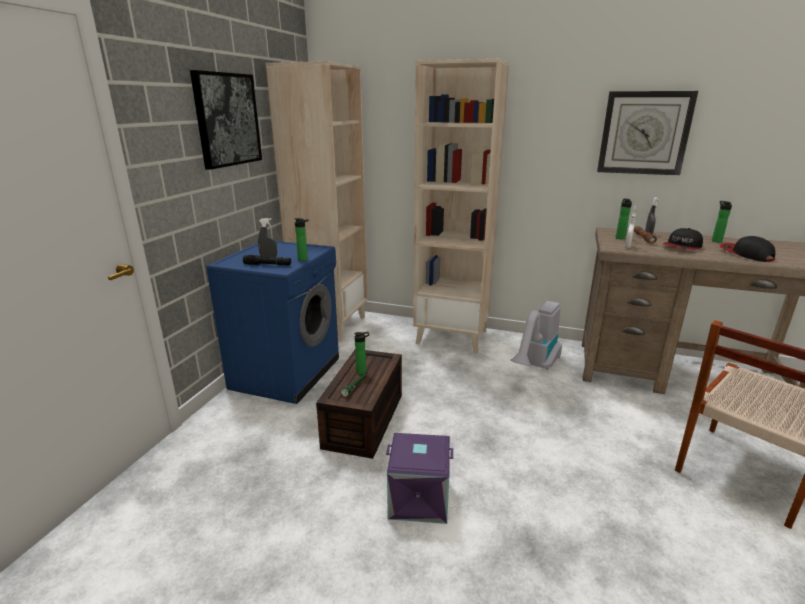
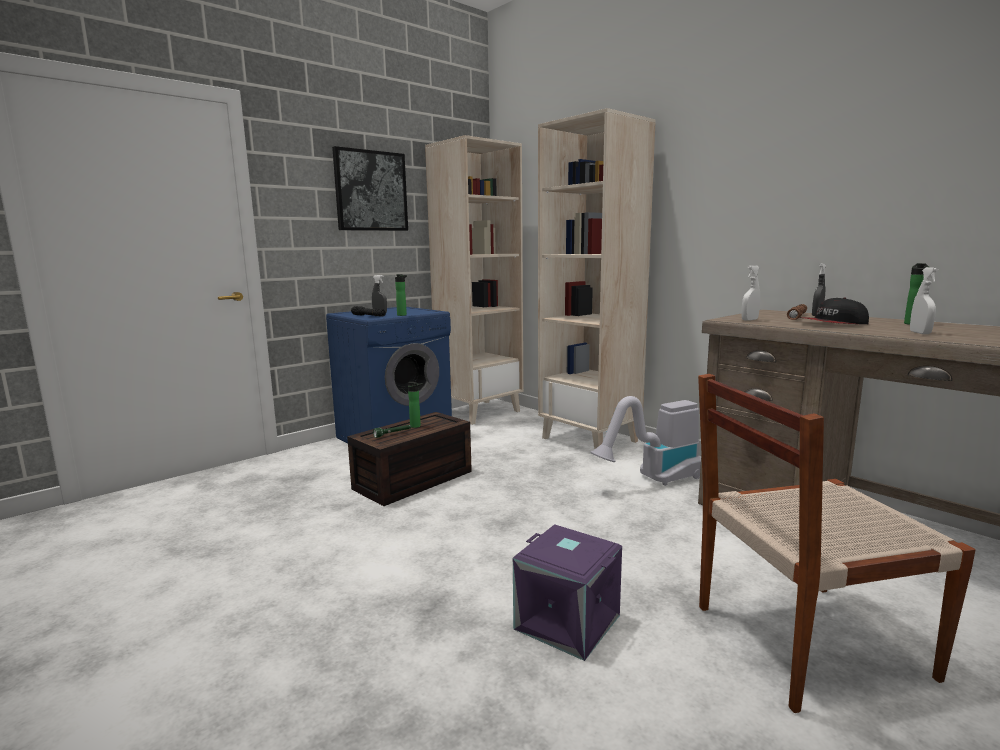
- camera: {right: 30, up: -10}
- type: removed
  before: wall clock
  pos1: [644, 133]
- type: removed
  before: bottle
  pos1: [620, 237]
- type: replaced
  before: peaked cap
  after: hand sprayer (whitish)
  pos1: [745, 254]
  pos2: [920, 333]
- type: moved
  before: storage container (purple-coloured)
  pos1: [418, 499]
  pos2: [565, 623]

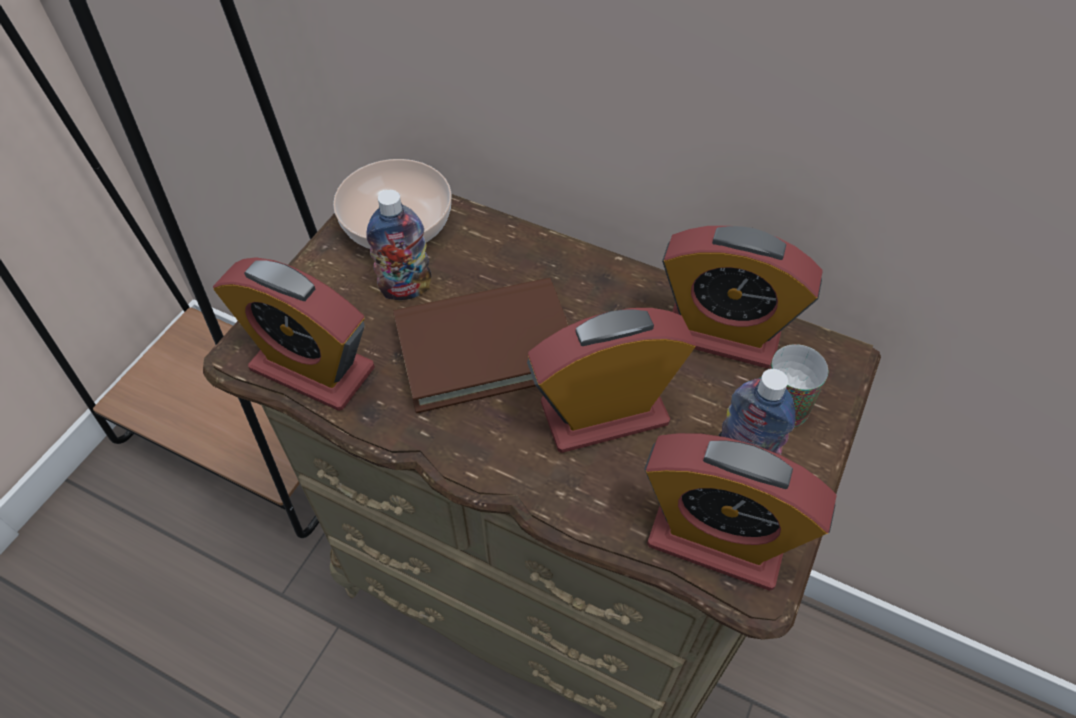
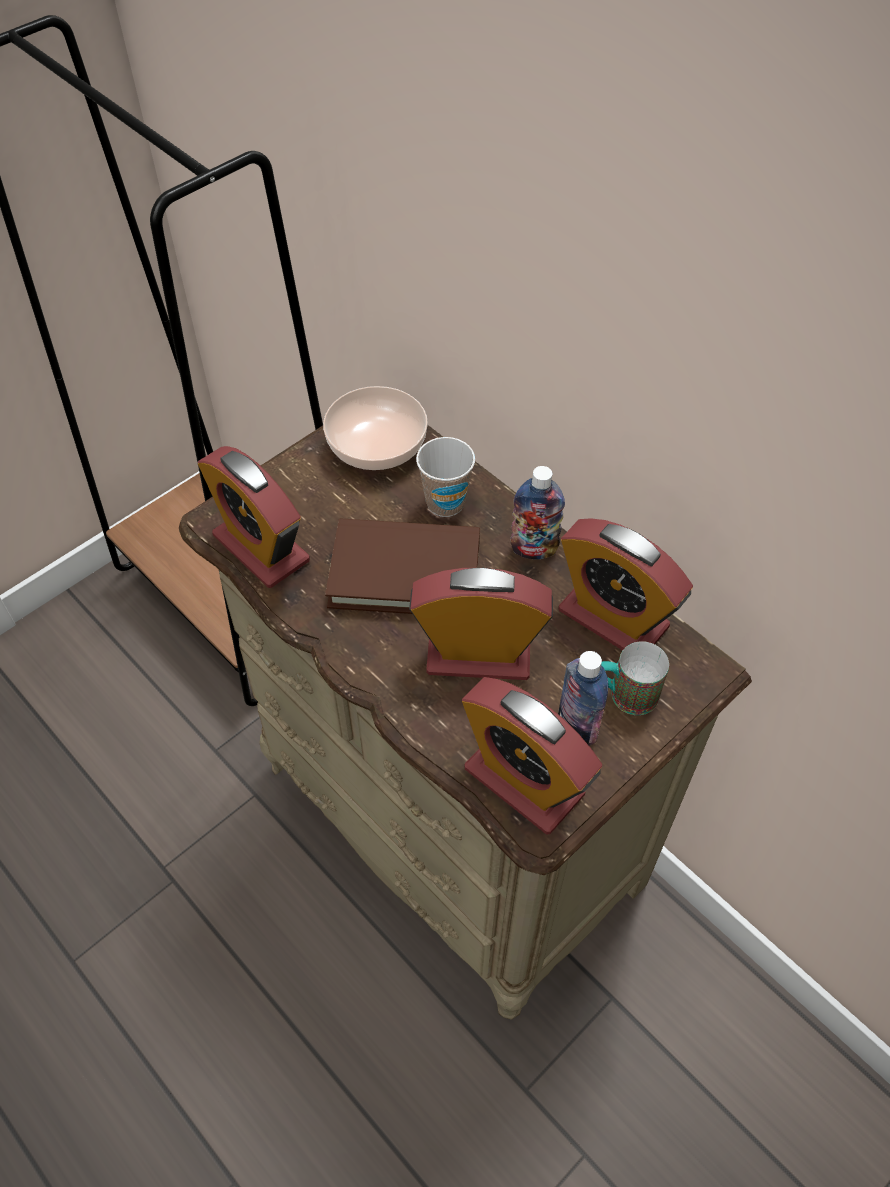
- camera: {right: 20, up: 0}
- type: moved
  before: bottle
  pos1: [406, 289]
  pos2: [534, 549]
- type: added
  after: drinking cup
  pos2: [445, 502]

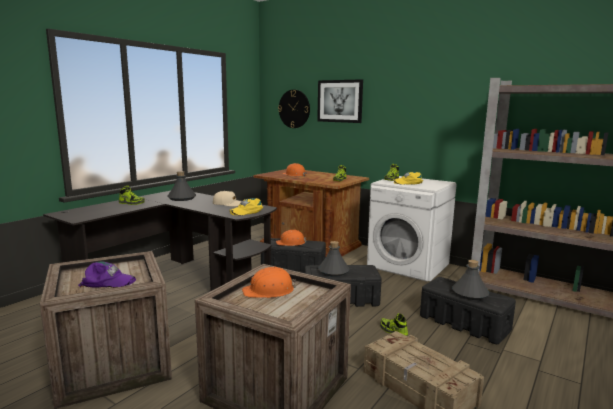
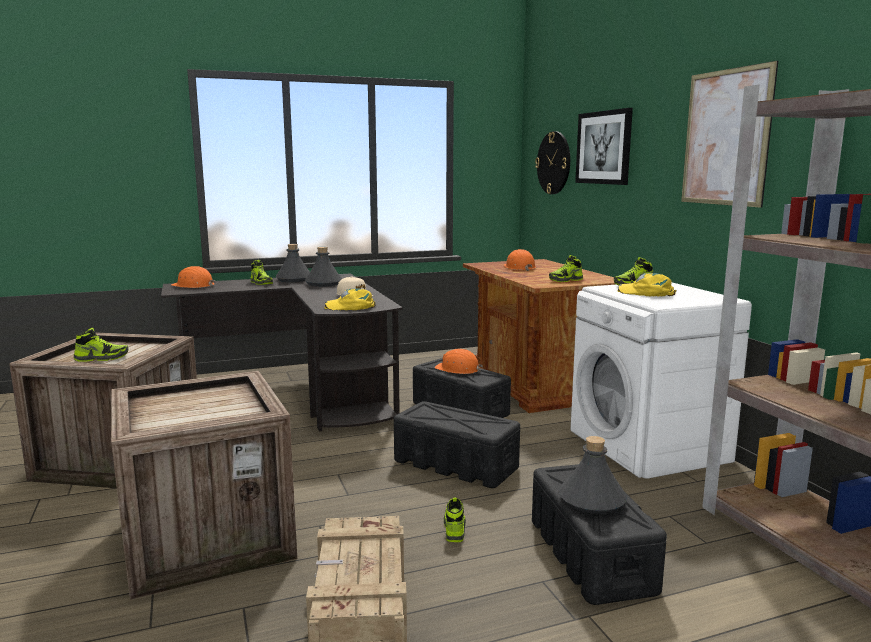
- camera: {right: 35, up: 0}
- type: moved
  before: bottle (grey)
  pos1: [333, 271]
  pos2: [294, 279]
- type: replaced
  before: peaked cap (purple-coloured)
  after: shoe
  pos1: [108, 282]
  pos2: [102, 358]
- type: moved
  before: work helmet (orange)
  pos1: [269, 291]
  pos2: [193, 285]
- type: added
  after: wall picture
  pos2: [725, 138]

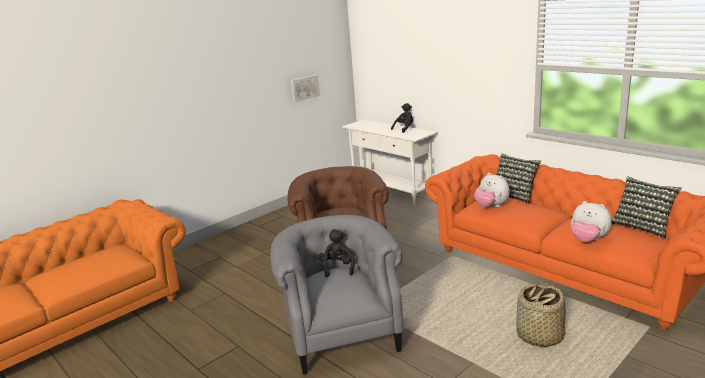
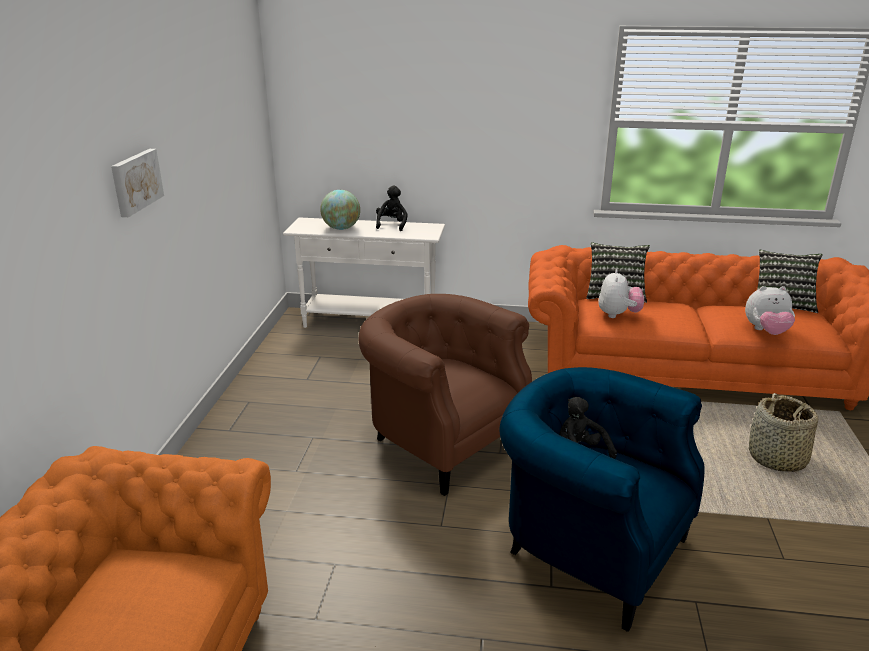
- camera: {right: -40, up: 5}
- type: moved
  before: wall picture
  pos1: [304, 88]
  pos2: [135, 181]
- type: turned
  before: plush toy
  pos1: [491, 206]
  pos2: [618, 315]
  turn: -90
- type: recoloured
  before: armchair (grey)
  after: armchair (bluish)
  pos1: [341, 333]
  pos2: [588, 548]
- type: added
  after: globe
  pos2: [341, 228]

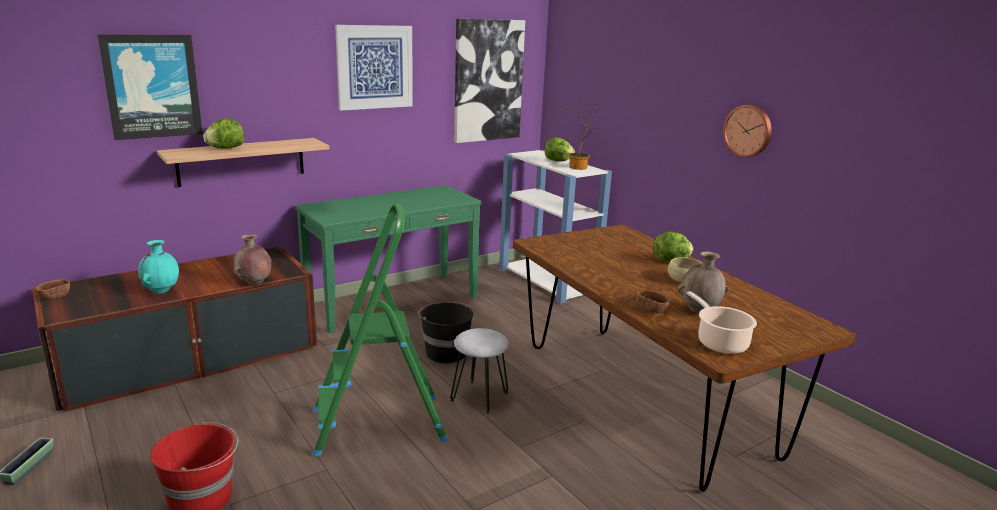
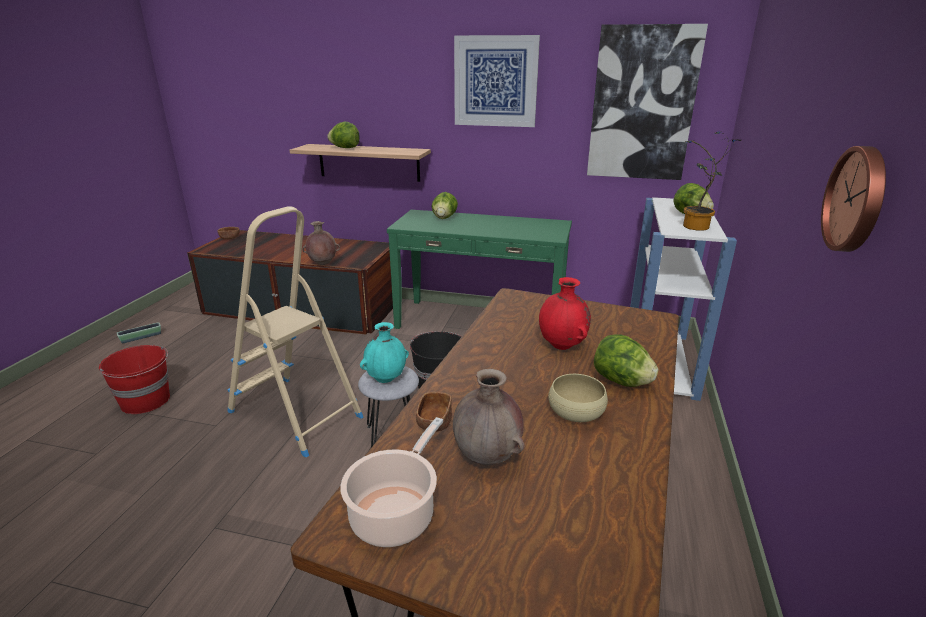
- camera: {right: 50, up: 5}
- type: removed
  before: wall picture
  pos1: [152, 86]
- type: recoloured
  before: step ladder (green-coloured)
  after: step ladder (sand-coloured)
  pos1: [377, 425]
  pos2: [293, 413]
- type: moved
  before: flower vase (blue-green)
  pos1: [161, 291]
  pos2: [386, 379]
- type: added
  after: lettuce
  pos2: [444, 218]
- type: added
  after: flower vase (red)
  pos2: [562, 346]

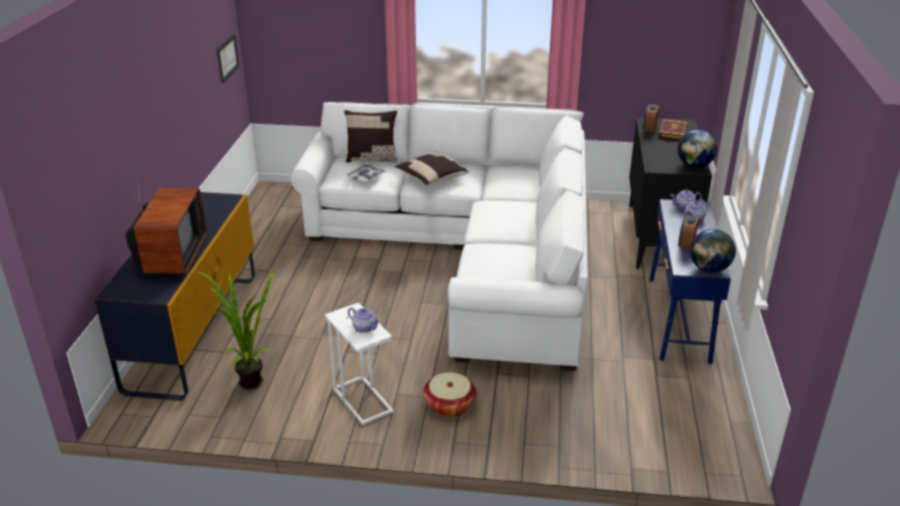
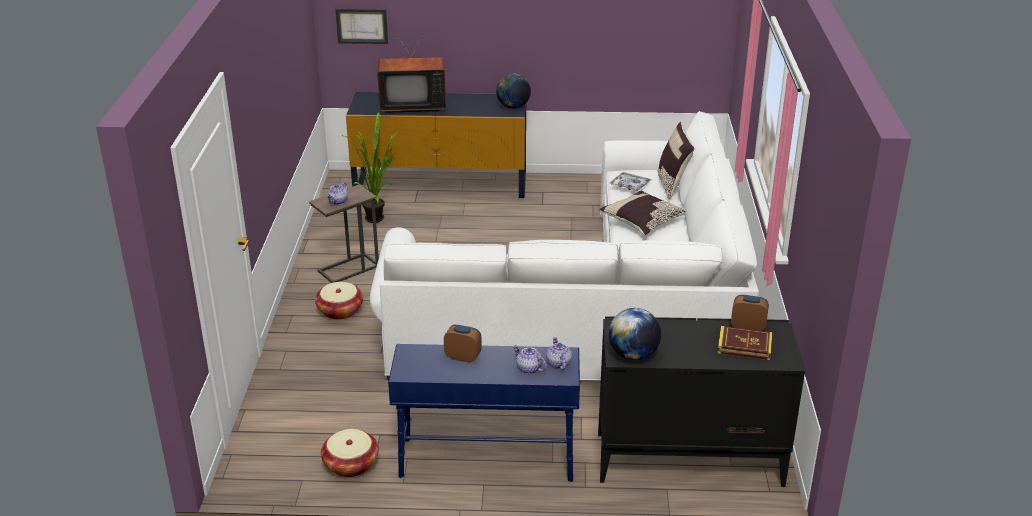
- camera: {right: 85, up: 0}
- type: moved
  before: wall picture
  pos1: [227, 58]
  pos2: [362, 26]
- type: moved
  before: globe
  pos1: [709, 269]
  pos2: [513, 107]
- type: recoloured
  before: accent table (whitish)
  after: accent table (brown)
  pos1: [362, 400]
  pos2: [349, 268]
- type: added
  after: household basket
  pos2: [351, 464]

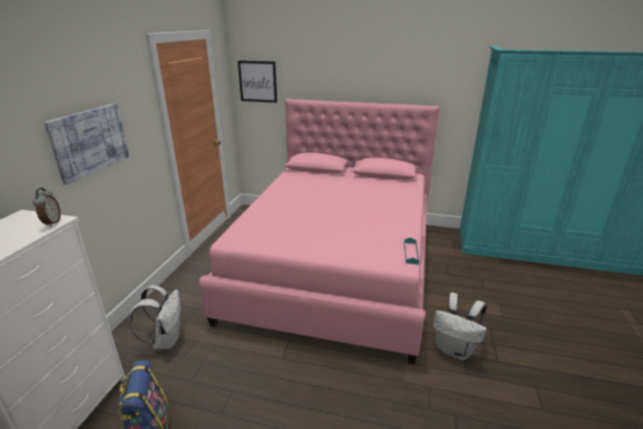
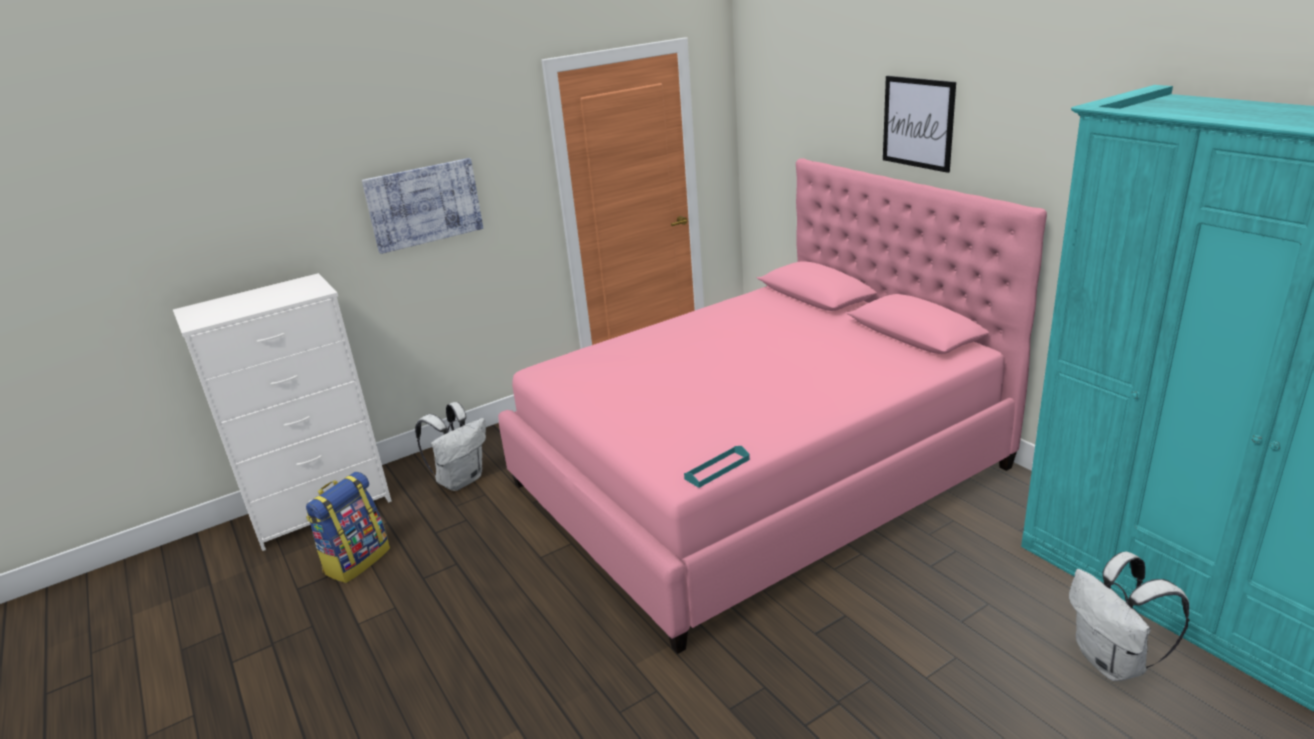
- camera: {right: 45, up: 0}
- type: moved
  before: wall picture
  pos1: [257, 81]
  pos2: [918, 123]
- type: removed
  before: bedside clock
  pos1: [51, 223]
- type: moved
  before: knapsack (whitish)
  pos1: [455, 350]
  pos2: [1113, 662]

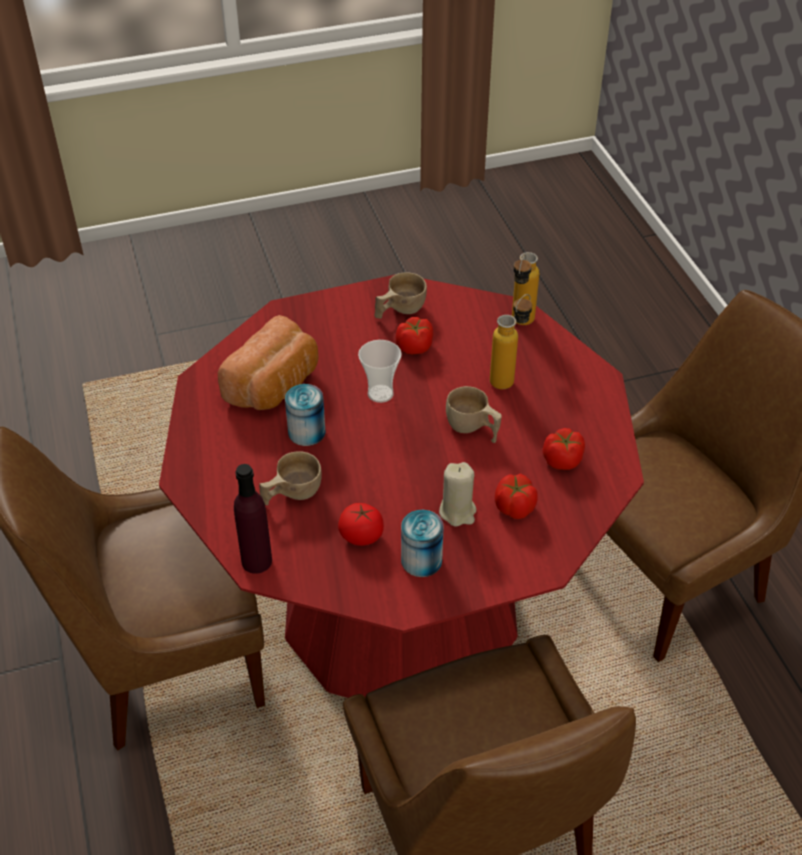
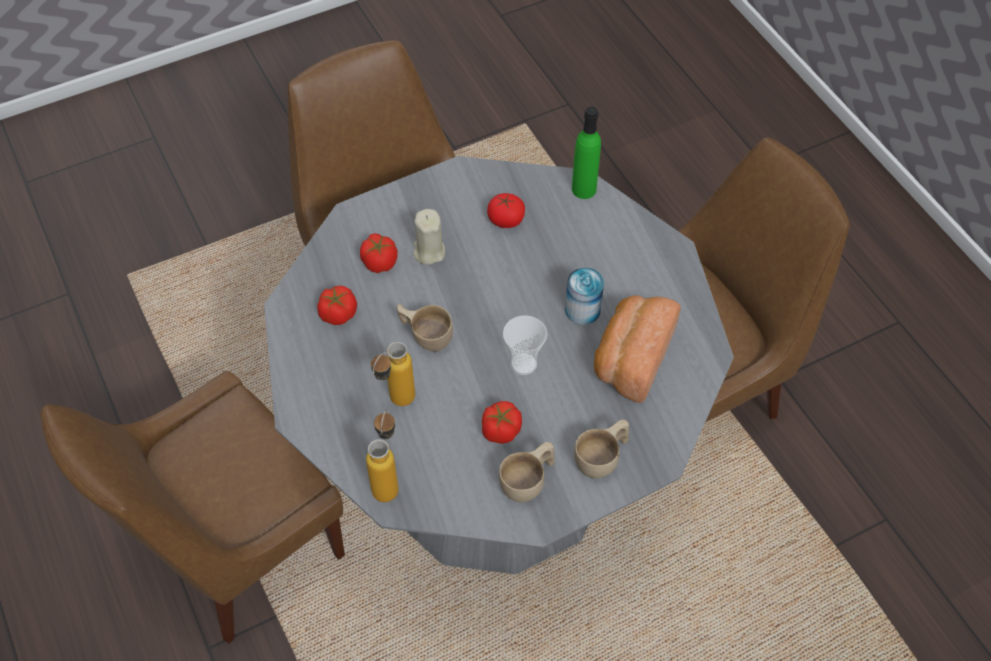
- camera: {right: 170, up: 10}
- type: recoloured
  before: dining table (red)
  after: dining table (grey)
  pos1: [401, 608]
  pos2: [494, 470]
- type: moved
  before: drinking cup (sand-coloured)
  pos1: [291, 494]
  pos2: [603, 459]
- type: recoloured
  before: bottle (purple-coloured)
  after: bottle (green-coloured)
  pos1: [257, 561]
  pos2: [583, 189]
- type: removed
  before: metal can
  pos1: [421, 560]

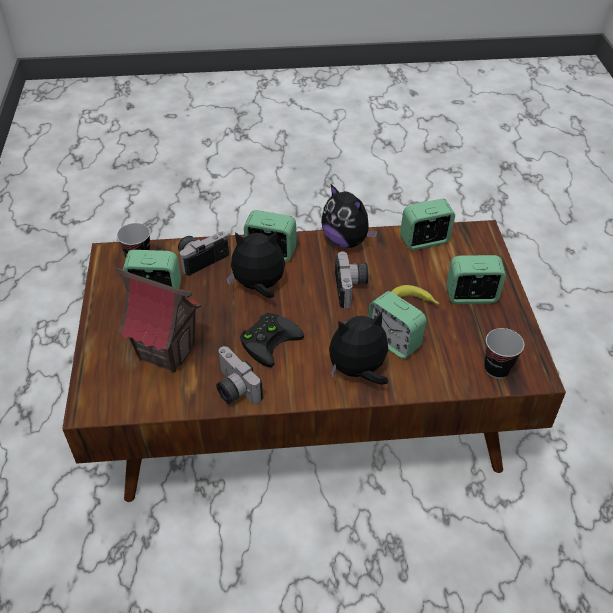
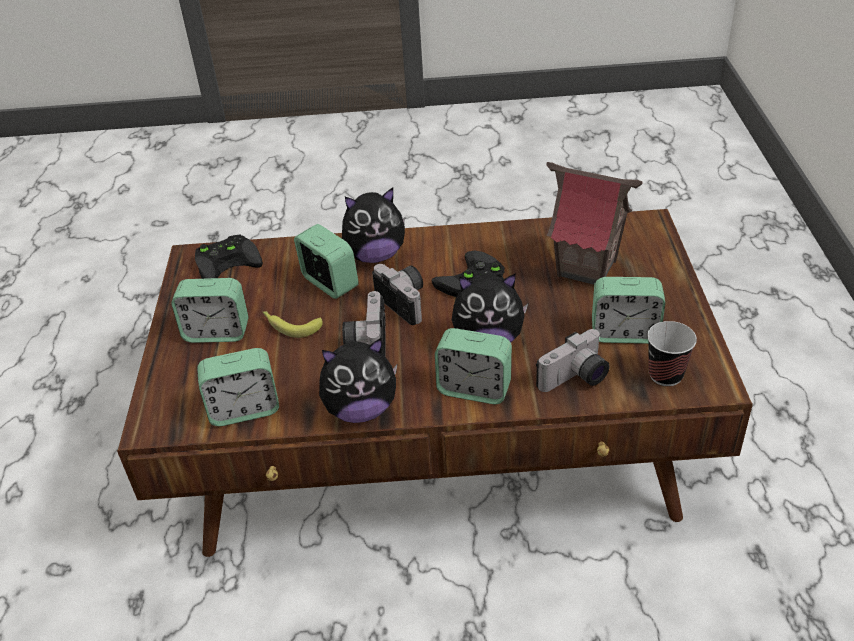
- camera: {right: -175, up: -5}
- type: turned
  before: plush toy
  pos1: [346, 240]
  pos2: [361, 409]
  turn: 120
- type: replaced
  before: drinking cup
  after: gamepad (black)
  pos1: [497, 368]
  pos2: [228, 261]
- type: moved
  before: photo camera
  pos1: [233, 388]
  pos2: [406, 301]

